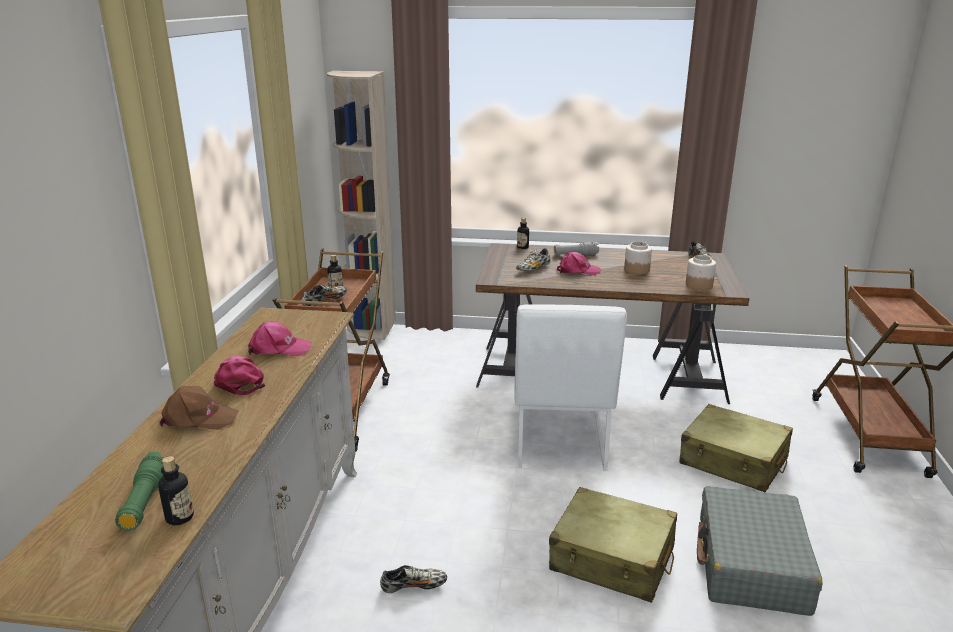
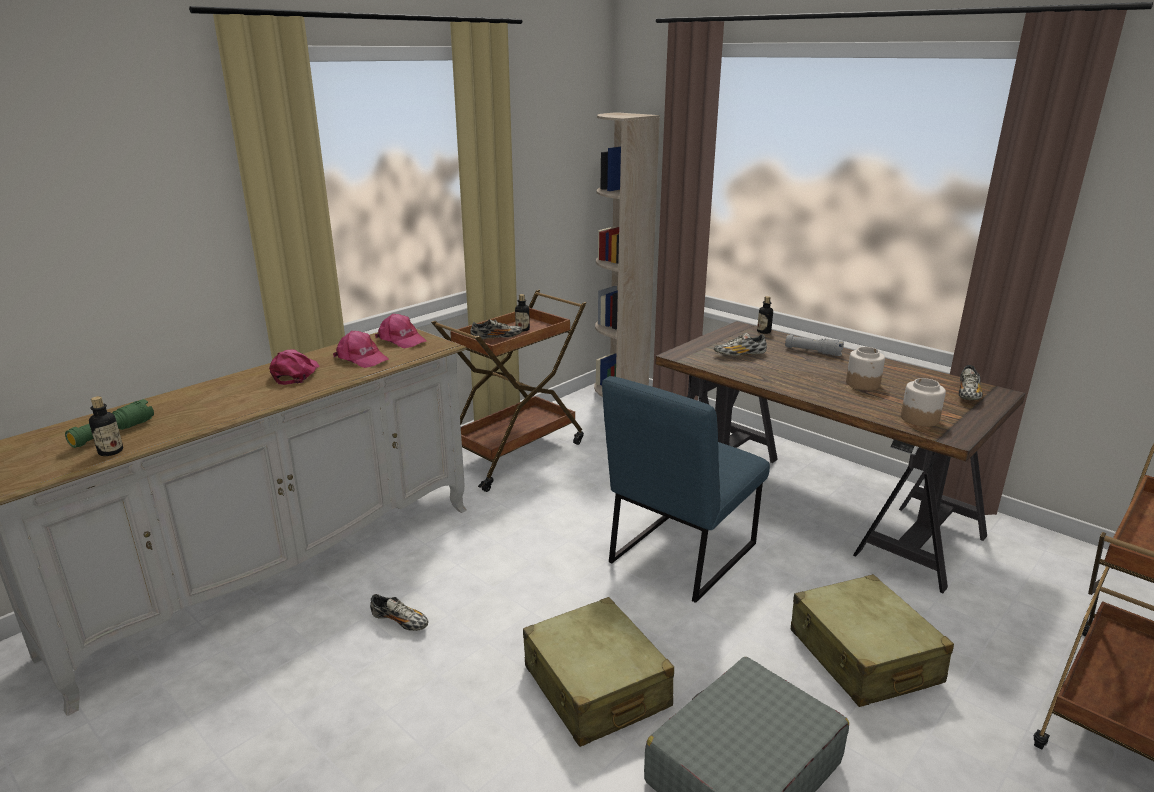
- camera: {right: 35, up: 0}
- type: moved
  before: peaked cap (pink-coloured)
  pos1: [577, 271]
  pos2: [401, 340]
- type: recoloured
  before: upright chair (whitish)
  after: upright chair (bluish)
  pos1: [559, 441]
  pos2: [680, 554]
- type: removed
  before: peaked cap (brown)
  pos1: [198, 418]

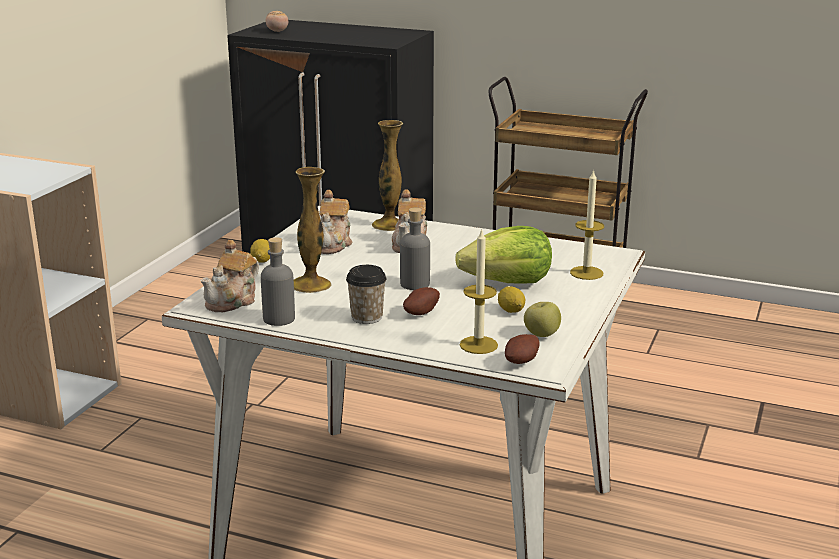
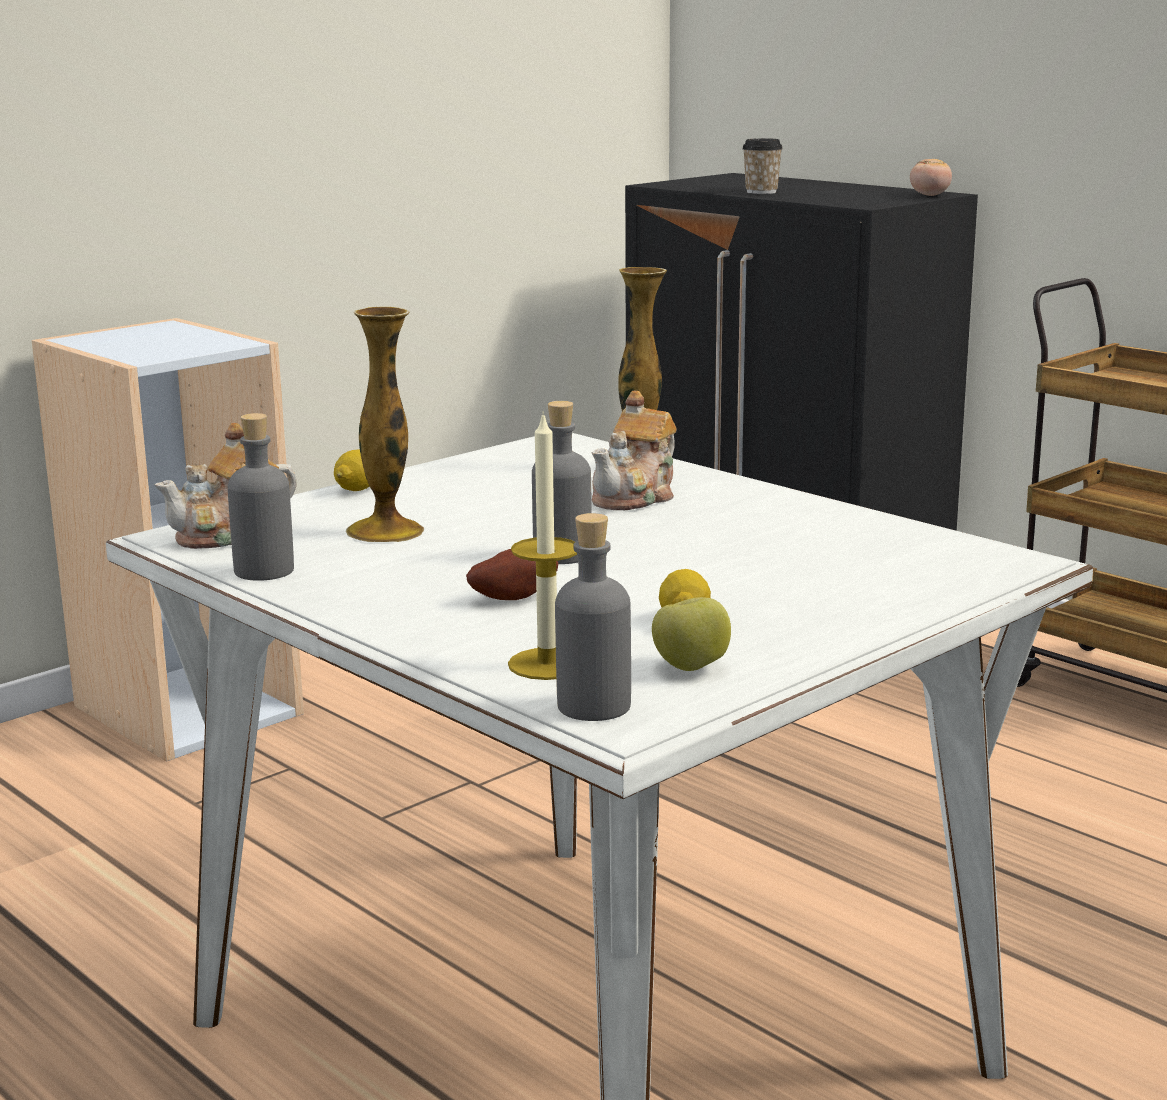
- camera: {right: 25, up: -5}
- type: moved
  before: tomato
  pos1: [277, 31]
  pos2: [929, 195]
- type: removed
  before: wax light
  pos1: [586, 273]
- type: removed
  before: tea pot
  pos1: [333, 244]
- type: removed
  before: lettuce
  pos1: [508, 282]
- type: moved
  before: drinking cup
  pos1: [367, 317]
  pos2: [761, 192]
- type: replaced
  before: whole potato
  after: bottle (grey)
  pos1: [522, 362]
  pos2: [593, 706]

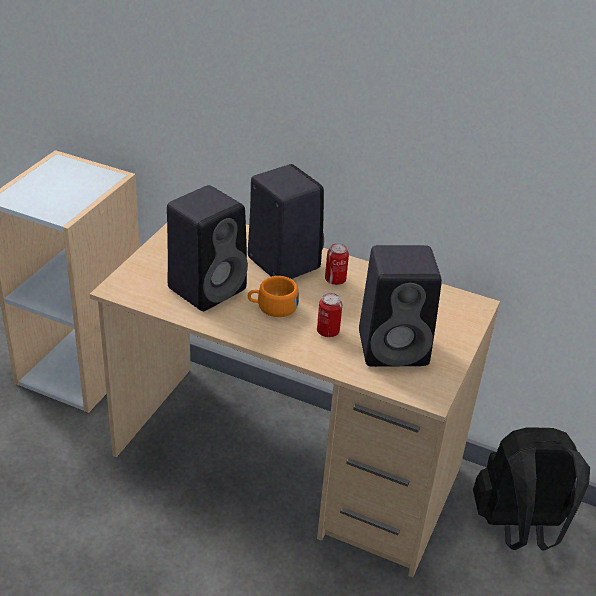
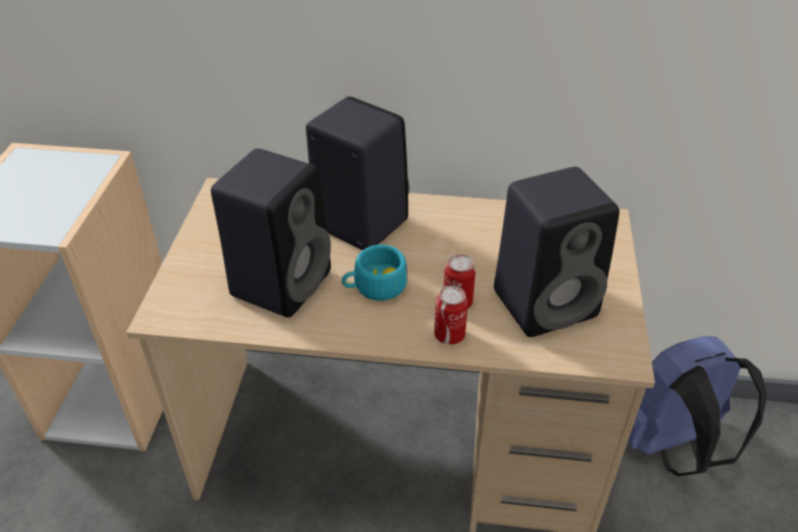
- camera: {right: -15, up: 5}
- type: moved
  before: metal can
  pos1: [335, 280]
  pos2: [449, 335]
- type: recoloured
  before: drinking cup (orange)
  after: drinking cup (blue-green)
  pos1: [272, 307]
  pos2: [374, 286]
- type: recoloured
  before: knapsack (black)
  after: knapsack (bluish)
  pos1: [519, 528]
  pos2: [671, 447]

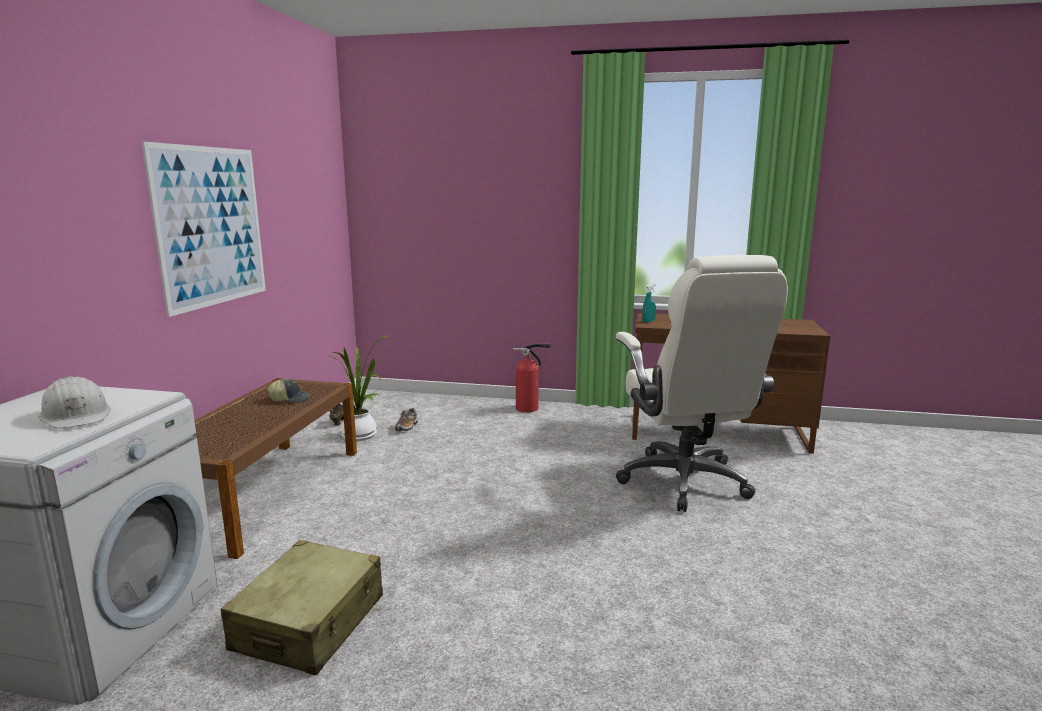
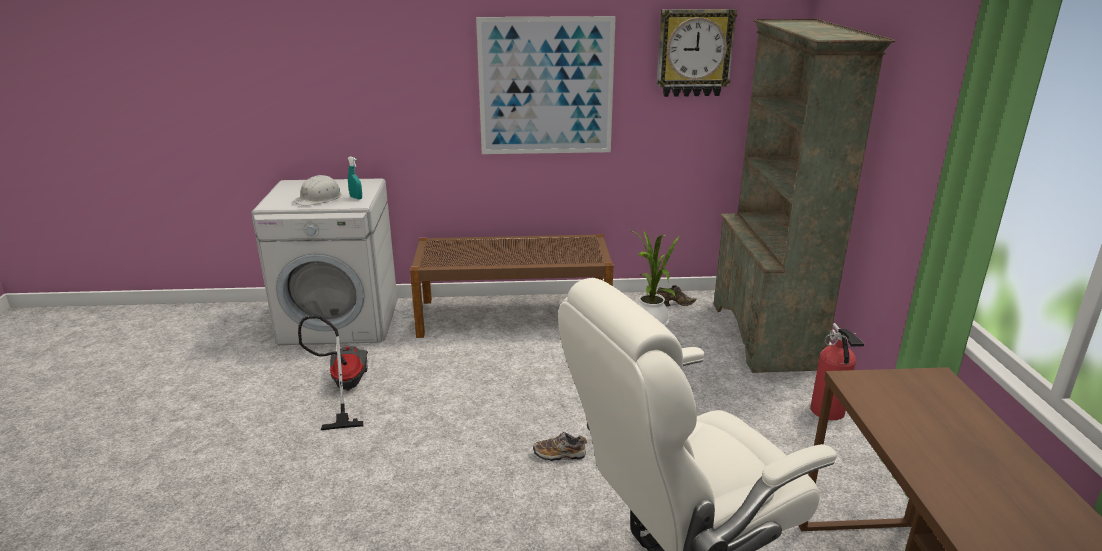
- camera: {right: 75, up: 10}
- type: moved
  before: hand sprayer (blue-green)
  pos1: [648, 321]
  pos2: [356, 198]
- type: removed
  before: peaked cap
  pos1: [291, 399]
- type: moved
  before: shoe
  pos1: [407, 427]
  pos2: [559, 455]
- type: replaced
  before: suitcase (sand-coloured)
  after: vacuum cleaner
  pos1: [310, 623]
  pos2: [343, 389]
- type: added
  after: wall clock
  pos2: [694, 53]
- type: added
  after: shelving unit (green-coloured)
  pos2: [765, 335]

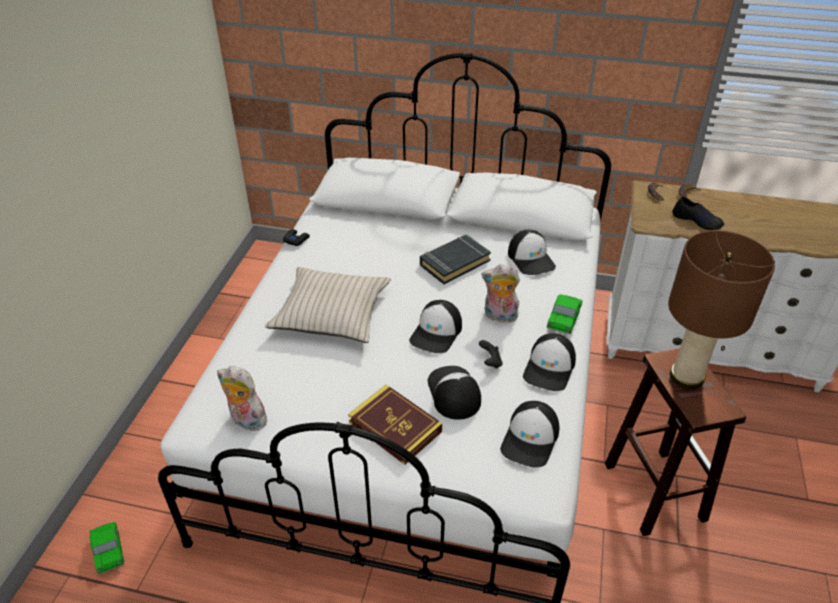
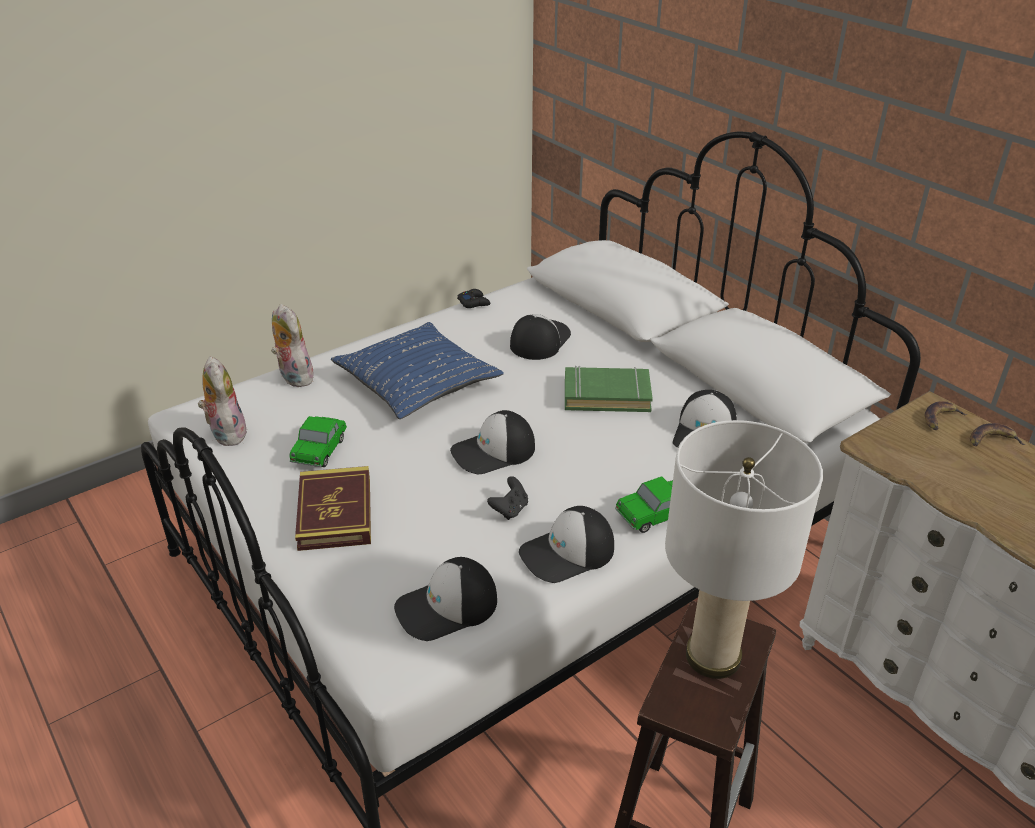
- camera: {right: 40, up: -5}
- type: removed
  before: shoe (black)
  pos1: [697, 220]
- type: recoloured
  before: tabletop lamp (brown)
  after: tabletop lamp (whitish)
  pos1: [686, 377]
  pos2: [712, 656]
- type: recoloured
  before: book (black)
  after: book (green-coloured)
  pos1: [454, 262]
  pos2: [606, 395]
- type: moved
  before: plush toy
  pos1: [499, 316]
  pos2: [293, 377]
- type: recoloured
  before: cushion (sand-coloured)
  after: cushion (bluish)
  pos1: [331, 313]
  pos2: [417, 382]
- type: moved
  before: peaked cap
  pos1: [453, 393]
  pos2: [539, 340]
- type: moved
  before: miniature car
  pos1: [109, 552]
  pos2: [320, 451]

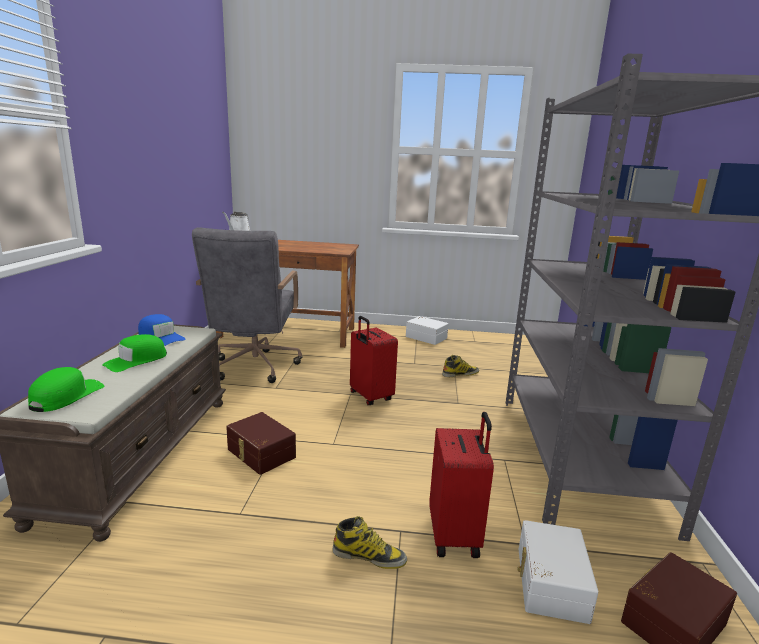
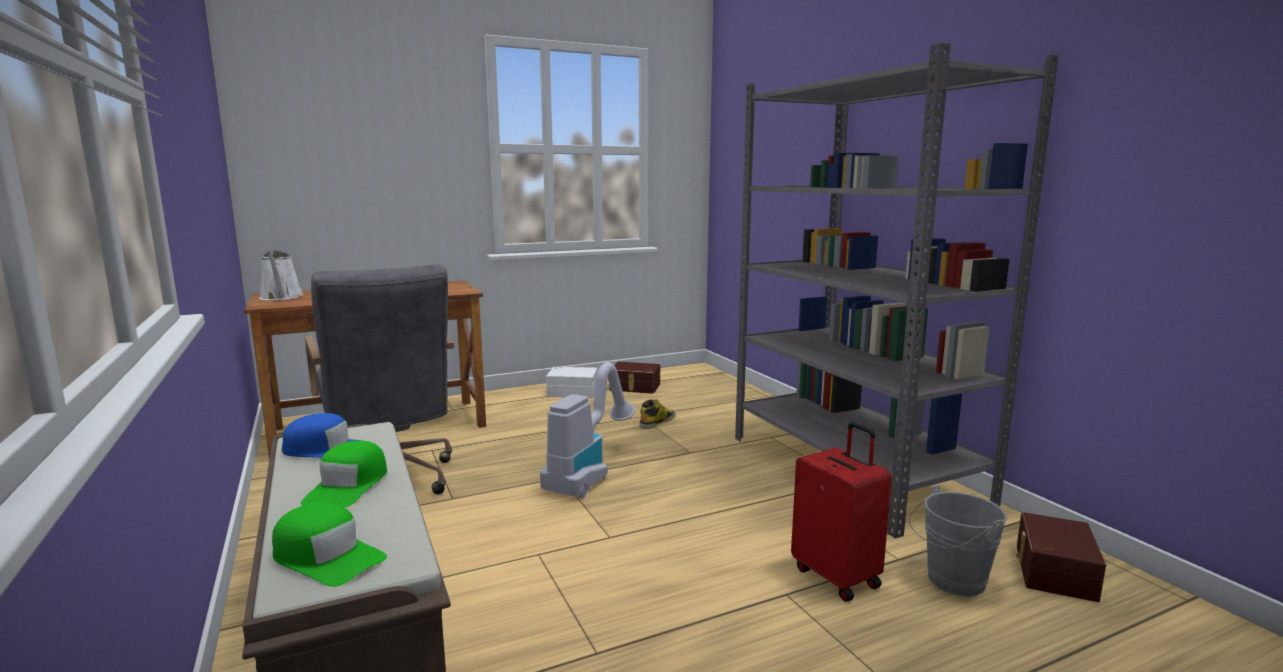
- camera: {right: -30, up: -5}
- type: replaced
  before: suitcase (red)
  after: vacuum cleaner
  pos1: [370, 397]
  pos2: [588, 474]
- type: turned
  before: peaked cap (green-coloured)
  pos1: [66, 396]
  pos2: [327, 557]
  turn: 135
- type: moved
  before: storage container (brown)
  pos1: [260, 454]
  pos2: [635, 387]
- type: removed
  before: high-top boot
  pos1: [369, 556]
- type: replaced
  before: storage container (whitish)
  after: bucket (grey)
  pos1: [549, 583]
  pos2: [951, 582]

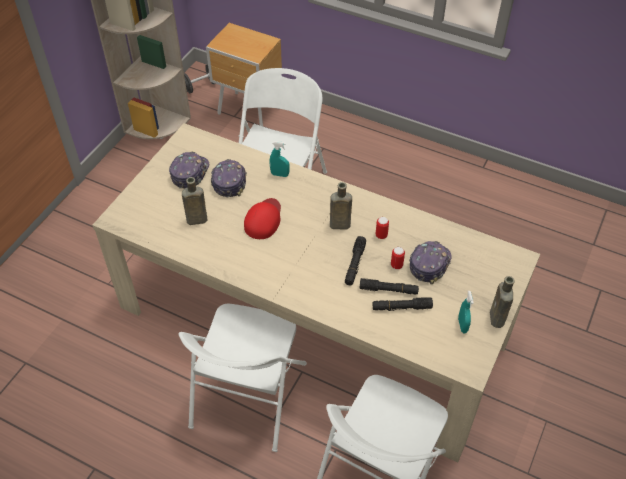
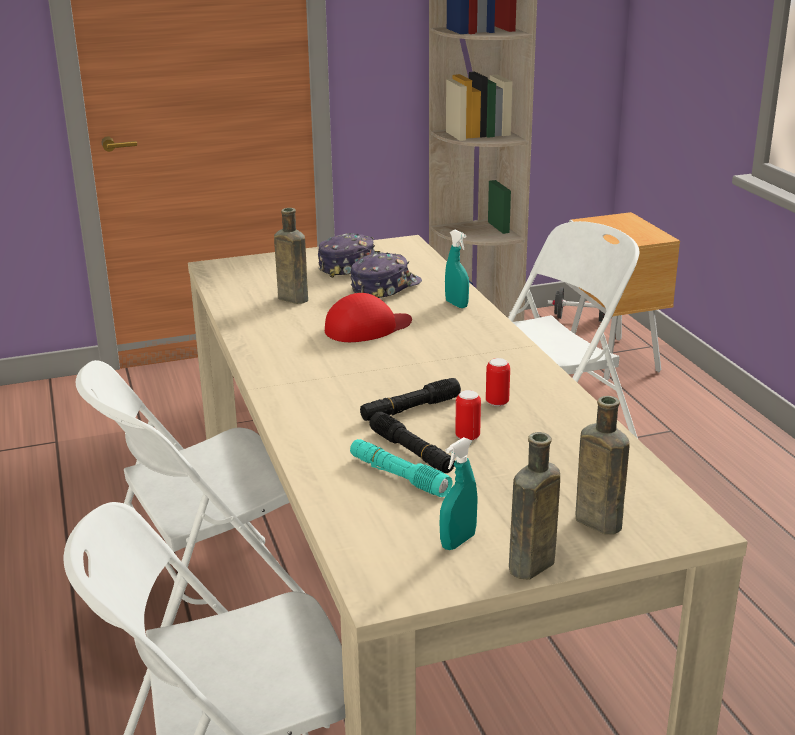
- camera: {right: 45, up: -25}
- type: moved
  before: bottle (brown)
  pos1: [338, 225]
  pos2: [595, 521]
- type: removed
  before: peaked cap
  pos1: [429, 264]
- type: recoloured
  before: hand torch (black)
  after: hand torch (blue-green)
  pos1: [401, 307]
  pos2: [398, 476]

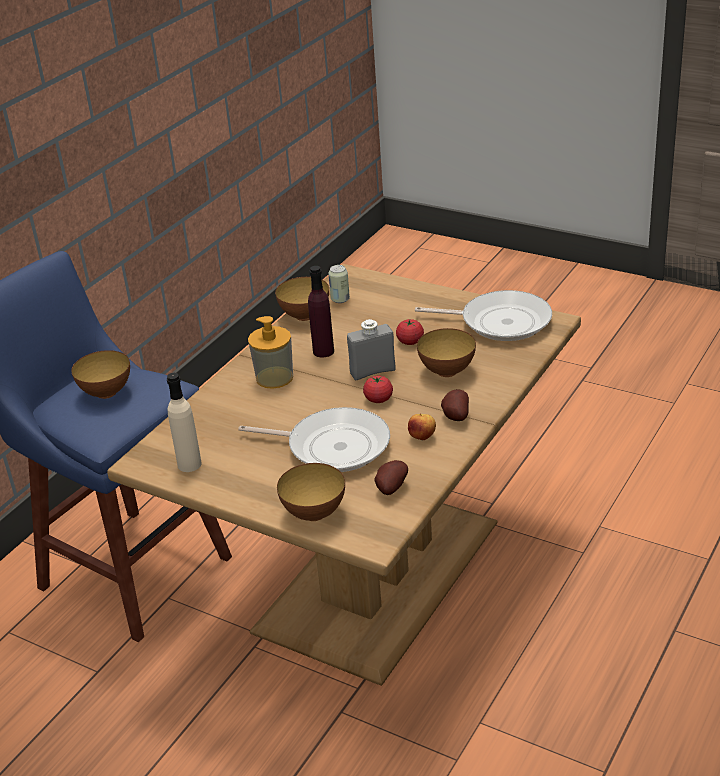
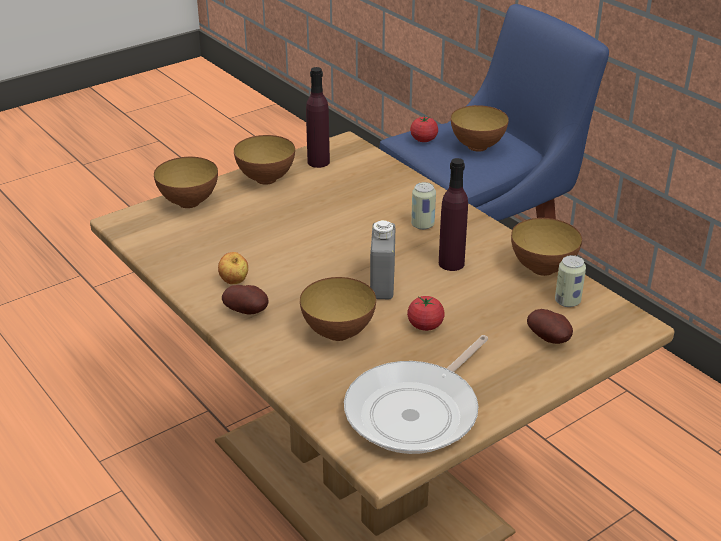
- camera: {right: 110, up: 0}
- type: replaced
  before: soap dispenser
  after: metal can
  pos1: [274, 377]
  pos2: [422, 225]
- type: recoloured
  before: bottle (sand-coloured)
  after: bottle (purple-coloured)
  pos1: [189, 464]
  pos2: [318, 162]
- type: moved
  before: tomato
  pos1: [378, 399]
  pos2: [423, 139]
- type: removed
  before: pan
  pos1: [333, 446]
- type: moved
  before: whole potato
  pos1: [390, 488]
  pos2: [550, 339]
- type: added
  after: serving bowl
  pos2: [266, 179]

